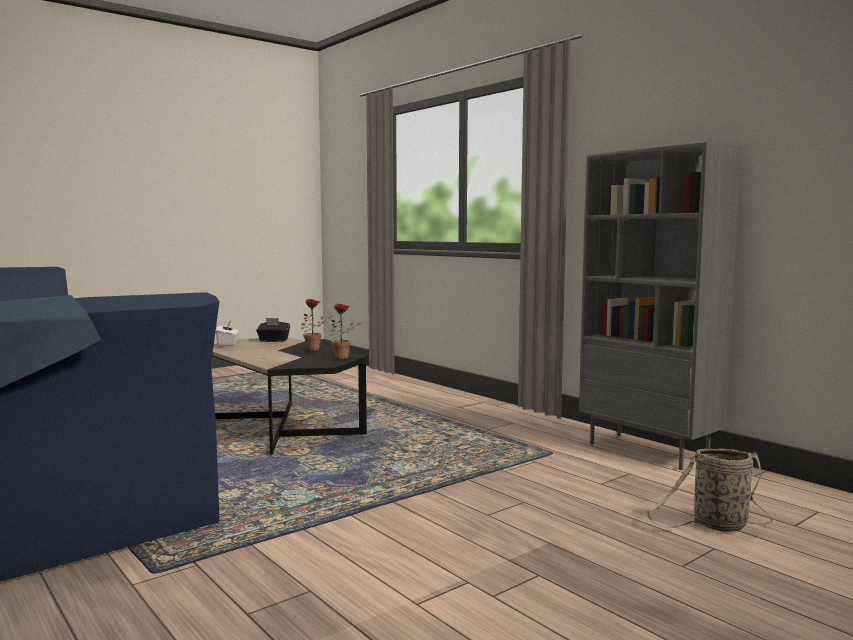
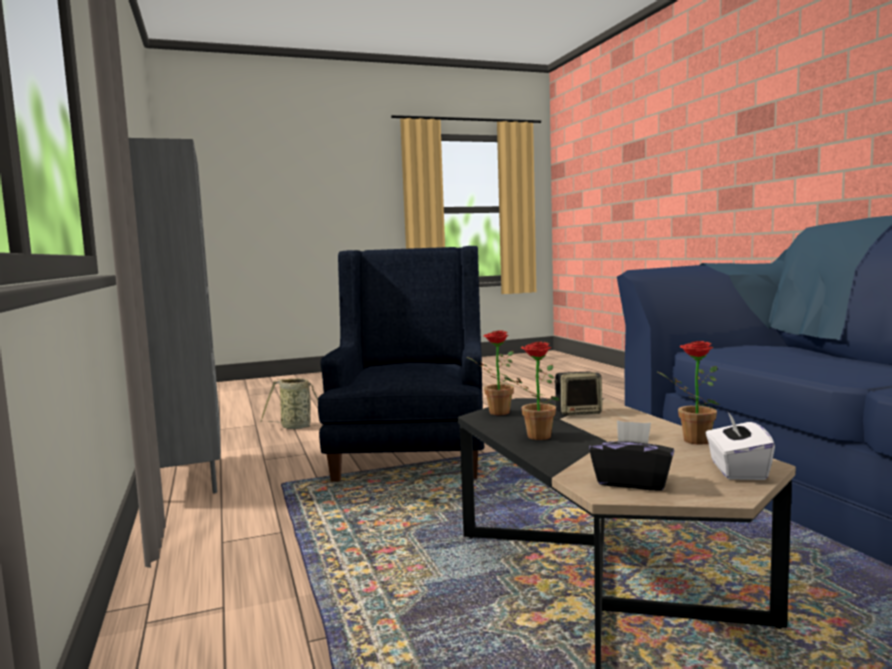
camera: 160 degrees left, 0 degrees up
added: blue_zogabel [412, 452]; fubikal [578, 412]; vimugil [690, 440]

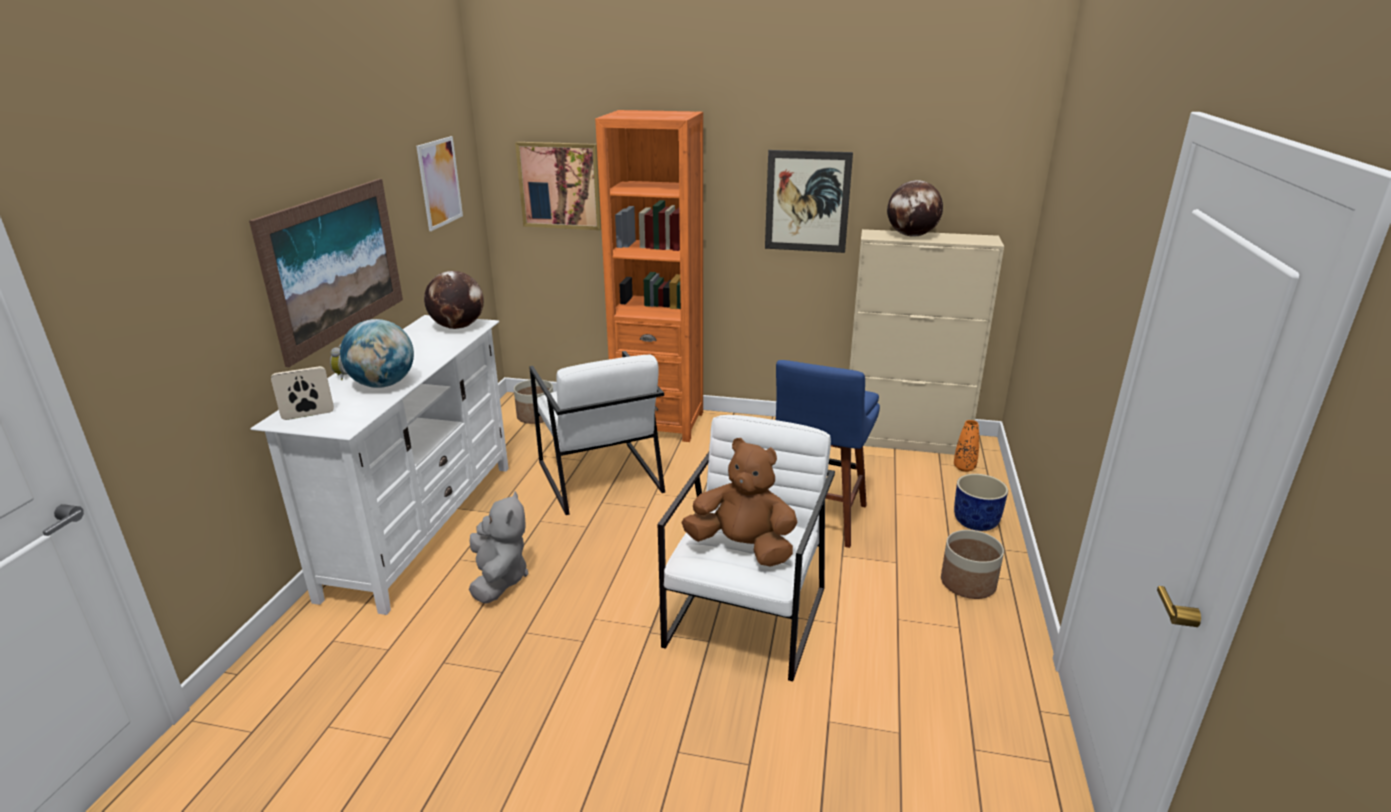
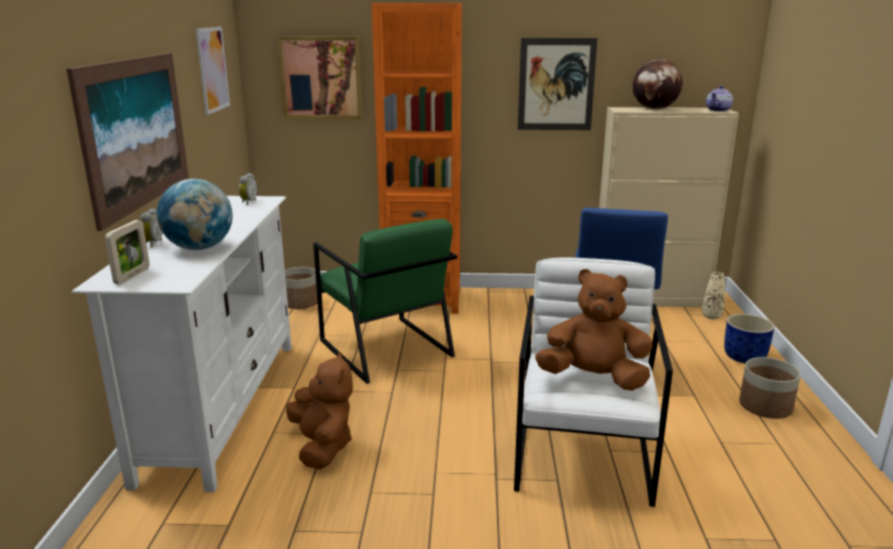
camera: 10 degrees left, 5 degrees down
added: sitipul [718, 110]
replaced: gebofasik [458, 327] to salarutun [248, 202]
recoloured: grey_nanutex [499, 579] to brown_nanutex [322, 446]; white_zogabel [599, 477] to green_zogabel [385, 348]; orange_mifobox [964, 468] to beige_mifobox [711, 316]
turned: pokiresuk [308, 415] = [132, 276] 135 degrees clockwise

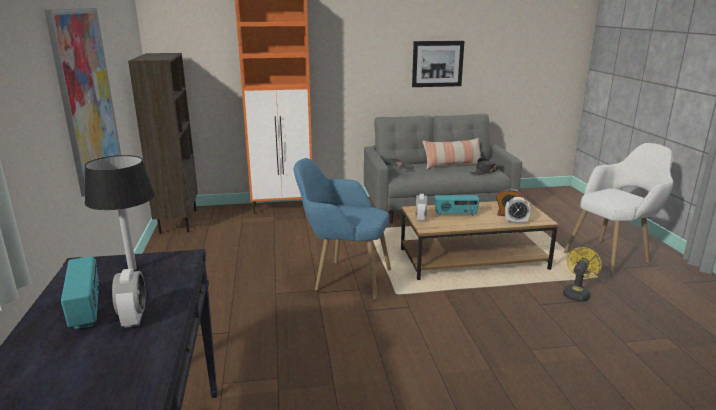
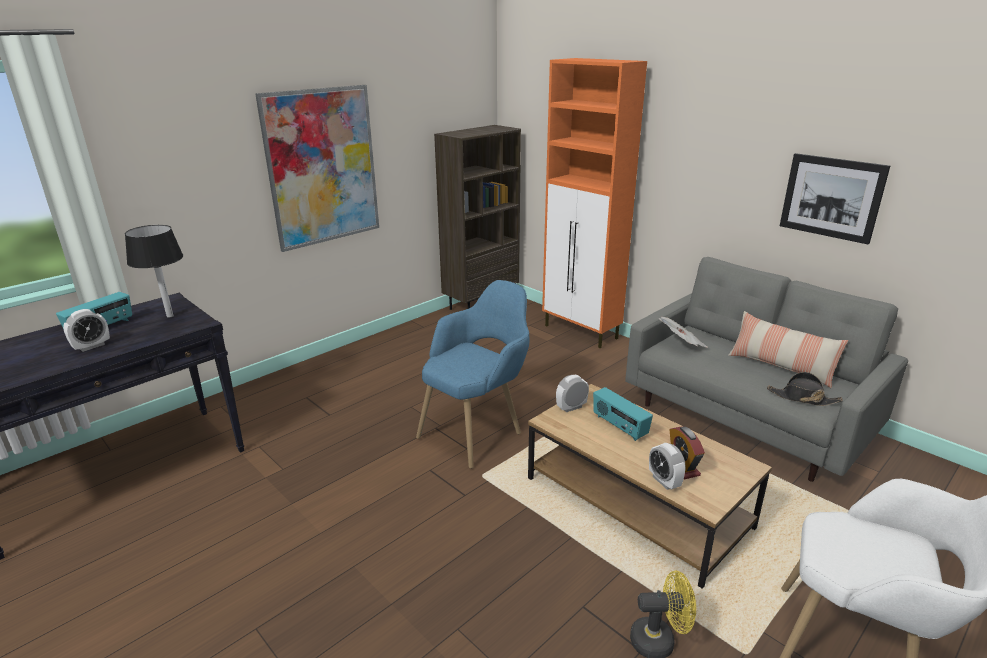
camera: 55 degrees right, 5 degrees up
turned: blue_zogabel [343, 278] = [478, 430] 60 degrees clockwise

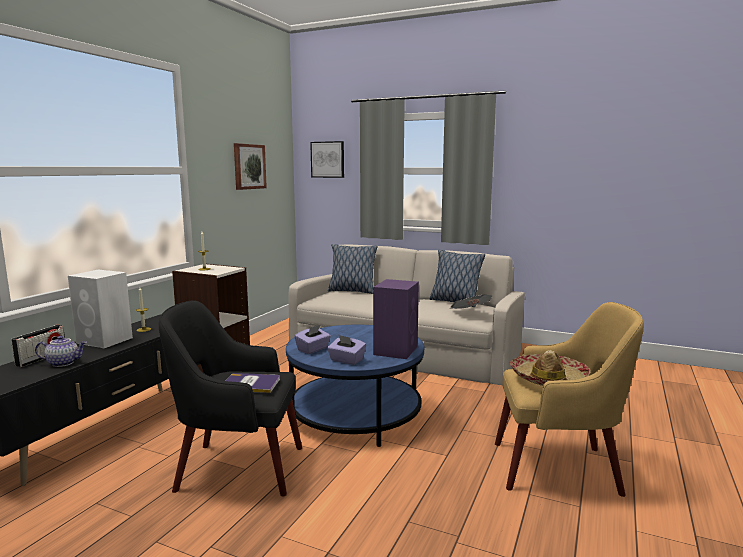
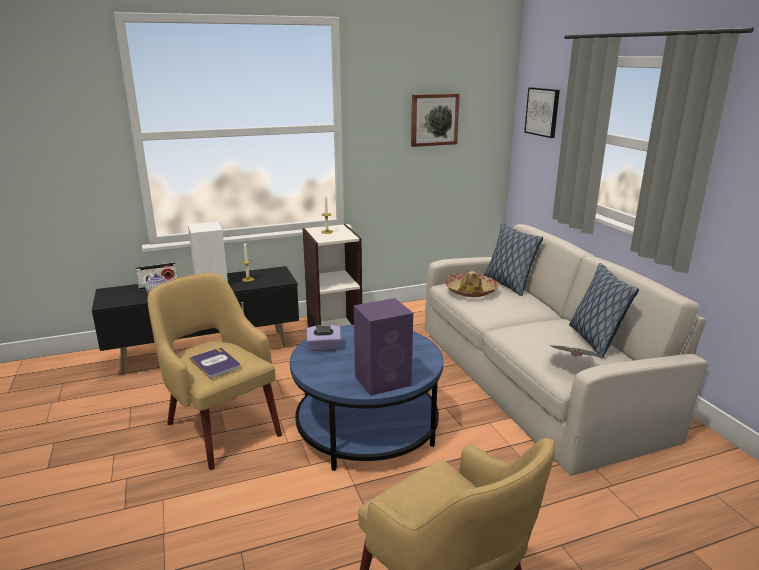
camera: 45 degrees right, 10 degrees up
removed: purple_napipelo [346, 360]
moved: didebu [548, 379] to [471, 291]
recoloured: black_zogabel [237, 468] to yellow_zogabel [221, 427]

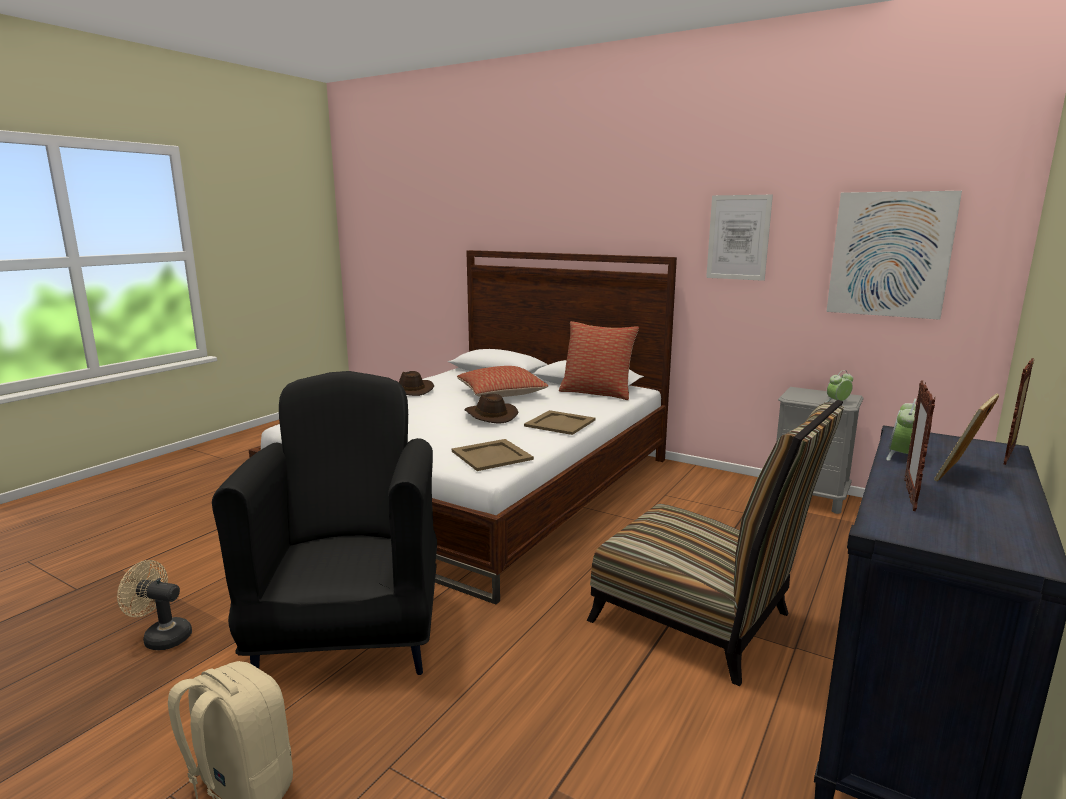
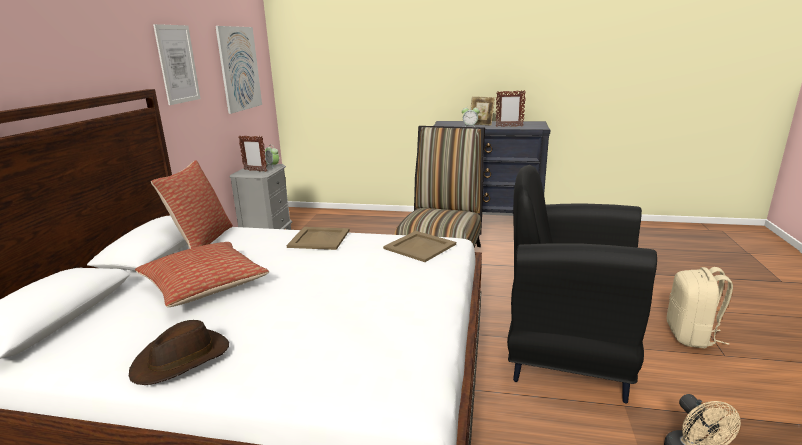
camera: 110 degrees left, 5 degrees up
removed: brown_didebu [490, 415]
moved: pokiresuk [1010, 455] to [255, 171]
turned: black_zogabel [350, 633] = [566, 355] 45 degrees clockwise

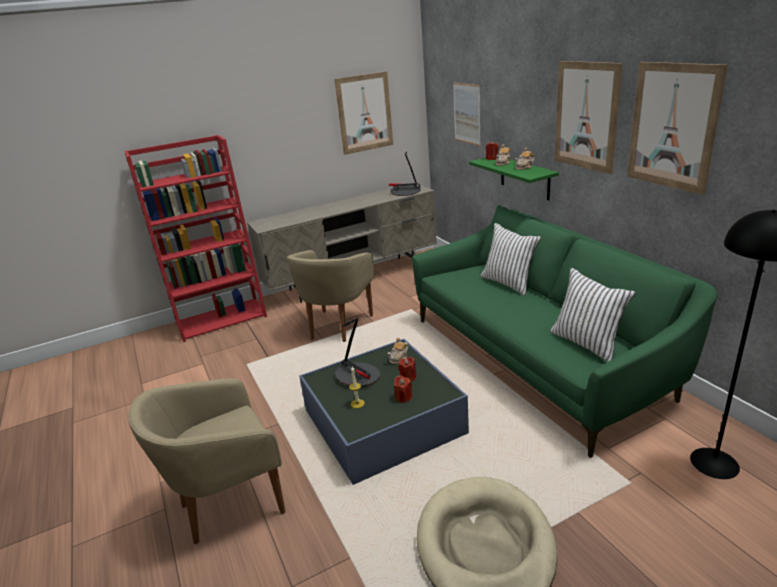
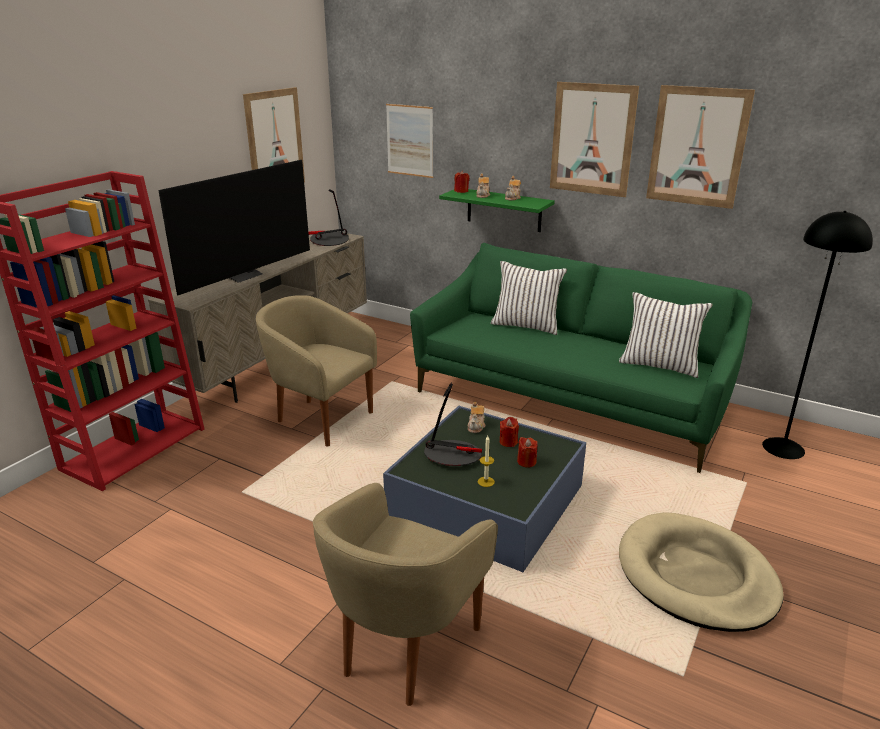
camera: 35 degrees left, 0 degrees up
added: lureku [244, 276]
turned: beige_zogabel [337, 327] = [320, 419] 135 degrees clockwise

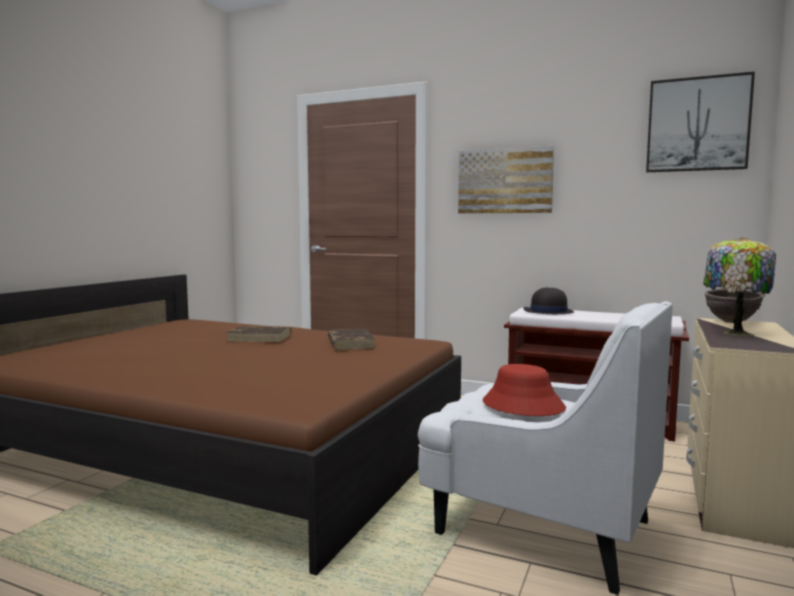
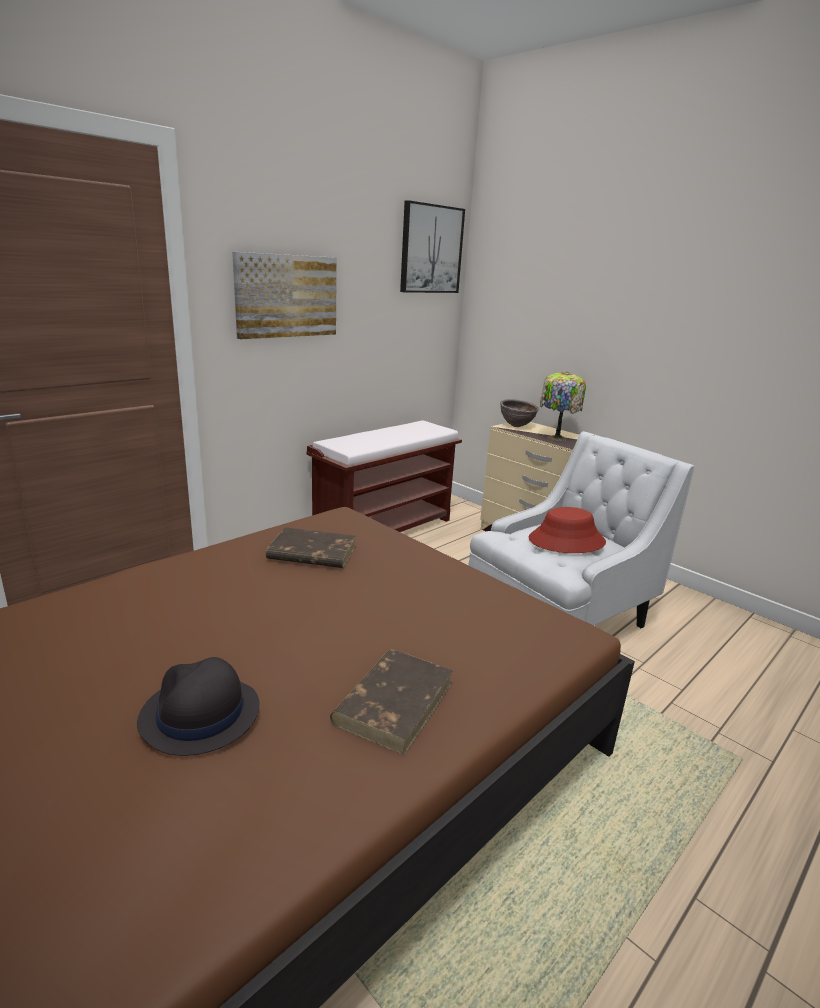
camera: 70 degrees left, 15 degrees up
moved: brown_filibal [260, 338] to [394, 702]; black_didebu [548, 312] to [199, 715]

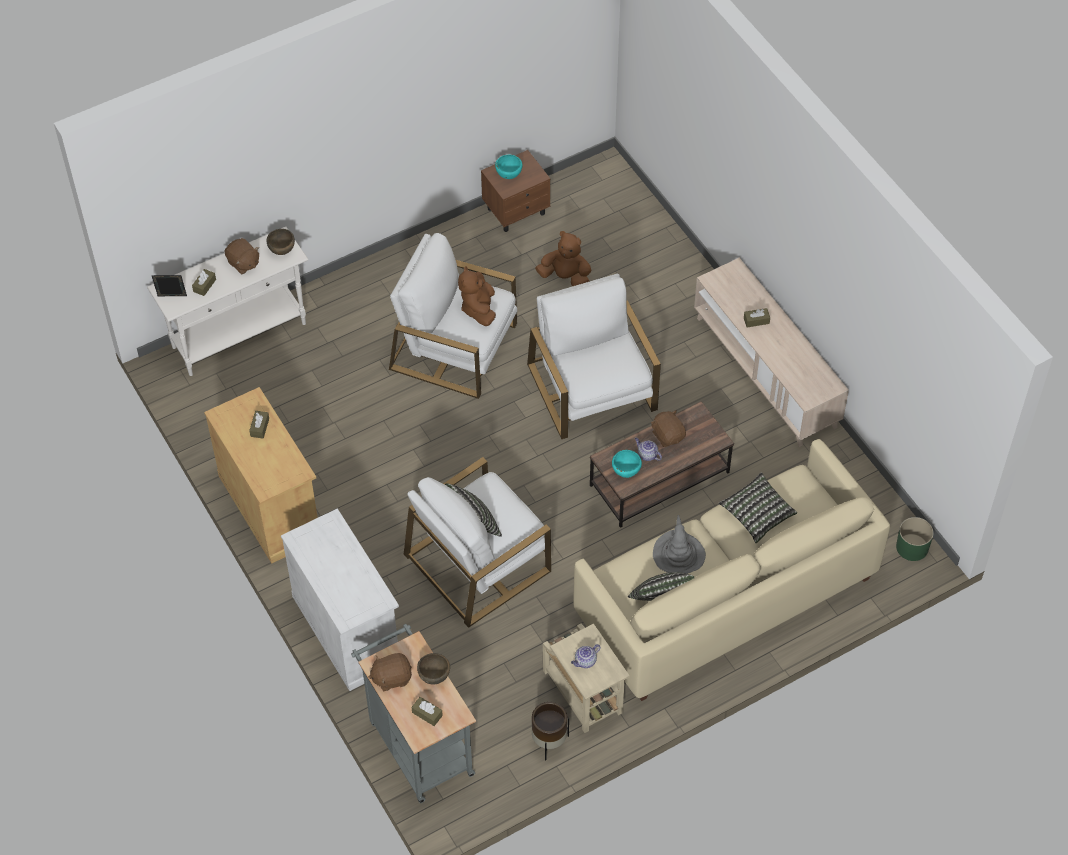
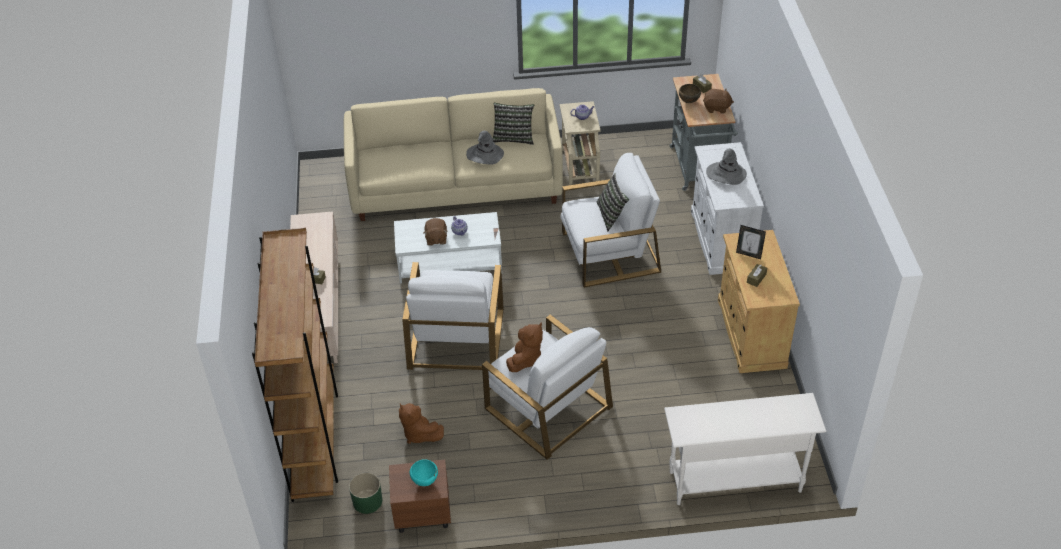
camera: 155 degrees left, 10 degrees down
removed: brown_napipelo [204, 285]; brown_nanutex [243, 263]; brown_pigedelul [282, 251]; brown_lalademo [549, 742]; turquoise_pigedelul [625, 472]; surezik [757, 514]
added: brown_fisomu [315, 439]; grey_didebu [726, 174]
moved: pokiresuk [172, 298] to [749, 254]; green_lalademo [912, 547] to [367, 501]
recoloured: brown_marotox [659, 479] to white_marotox [450, 262]

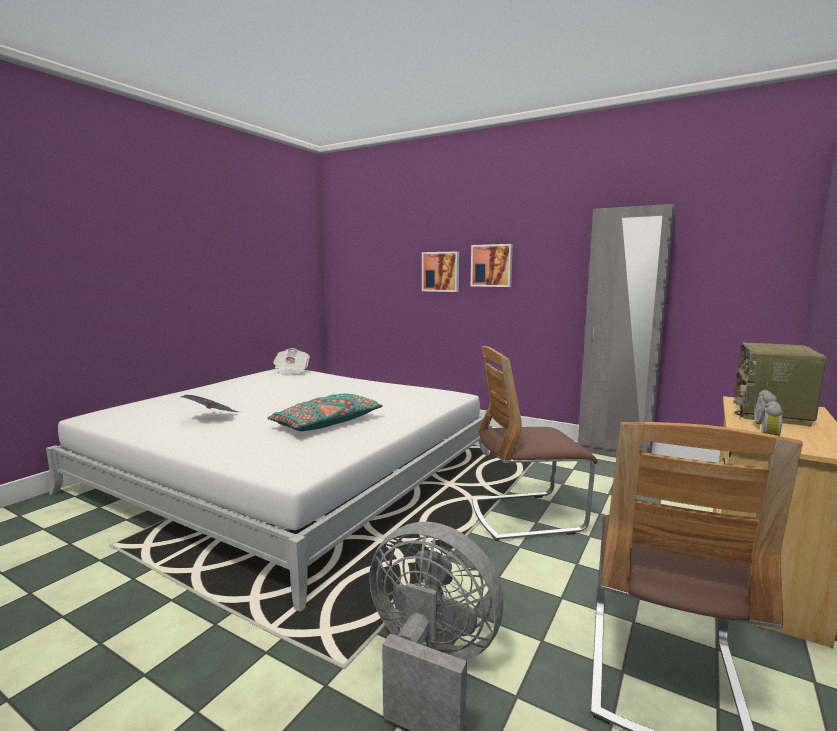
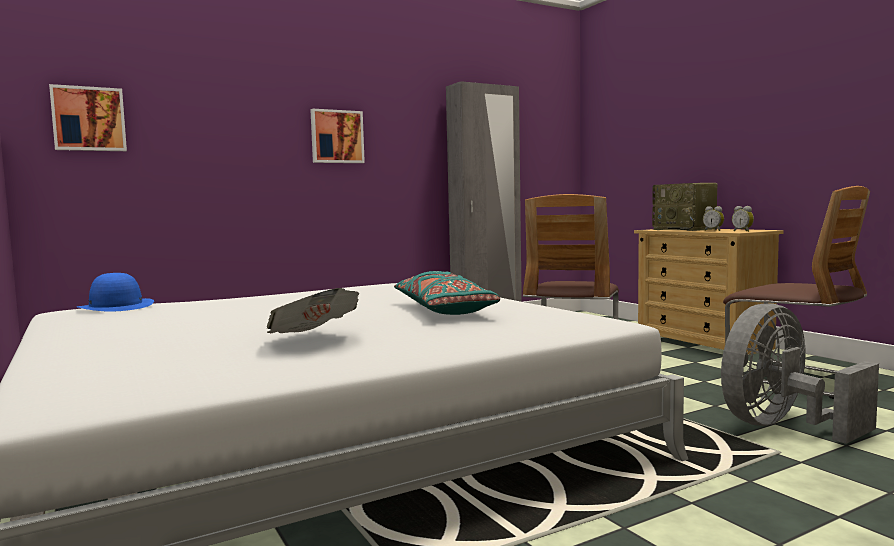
camera: 60 degrees left, 5 degrees down
moved: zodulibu [441, 271] to [89, 119]
replaced: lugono [291, 372] to blue_didebu [116, 306]

